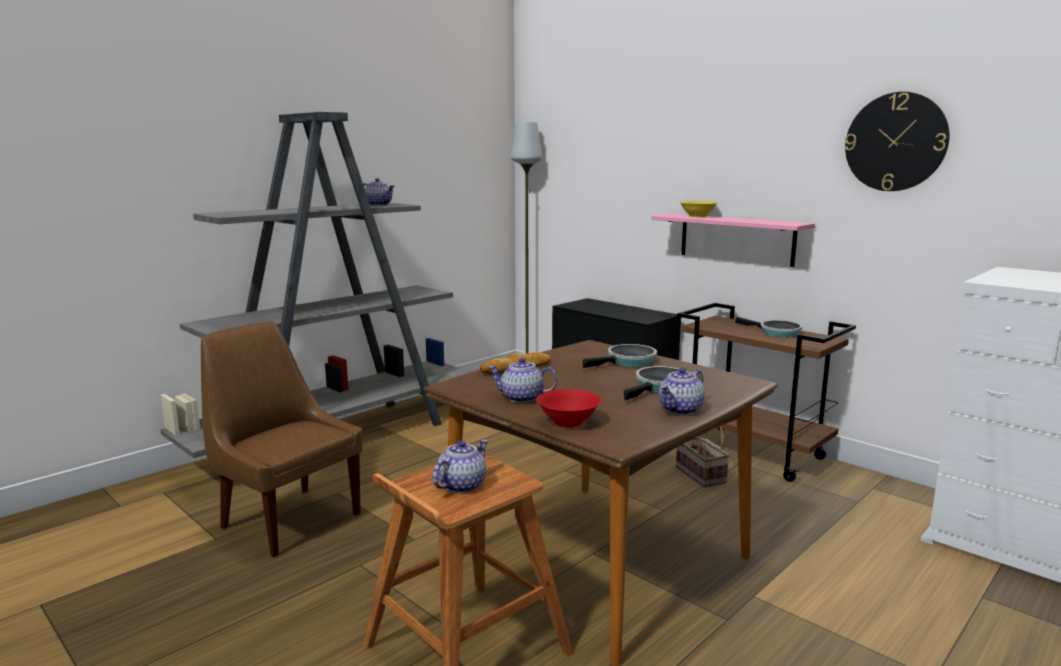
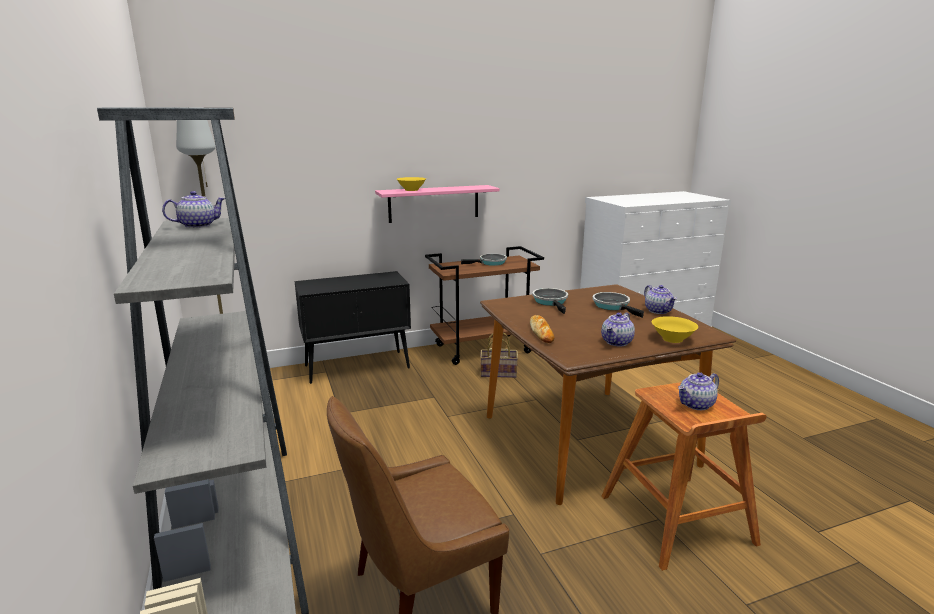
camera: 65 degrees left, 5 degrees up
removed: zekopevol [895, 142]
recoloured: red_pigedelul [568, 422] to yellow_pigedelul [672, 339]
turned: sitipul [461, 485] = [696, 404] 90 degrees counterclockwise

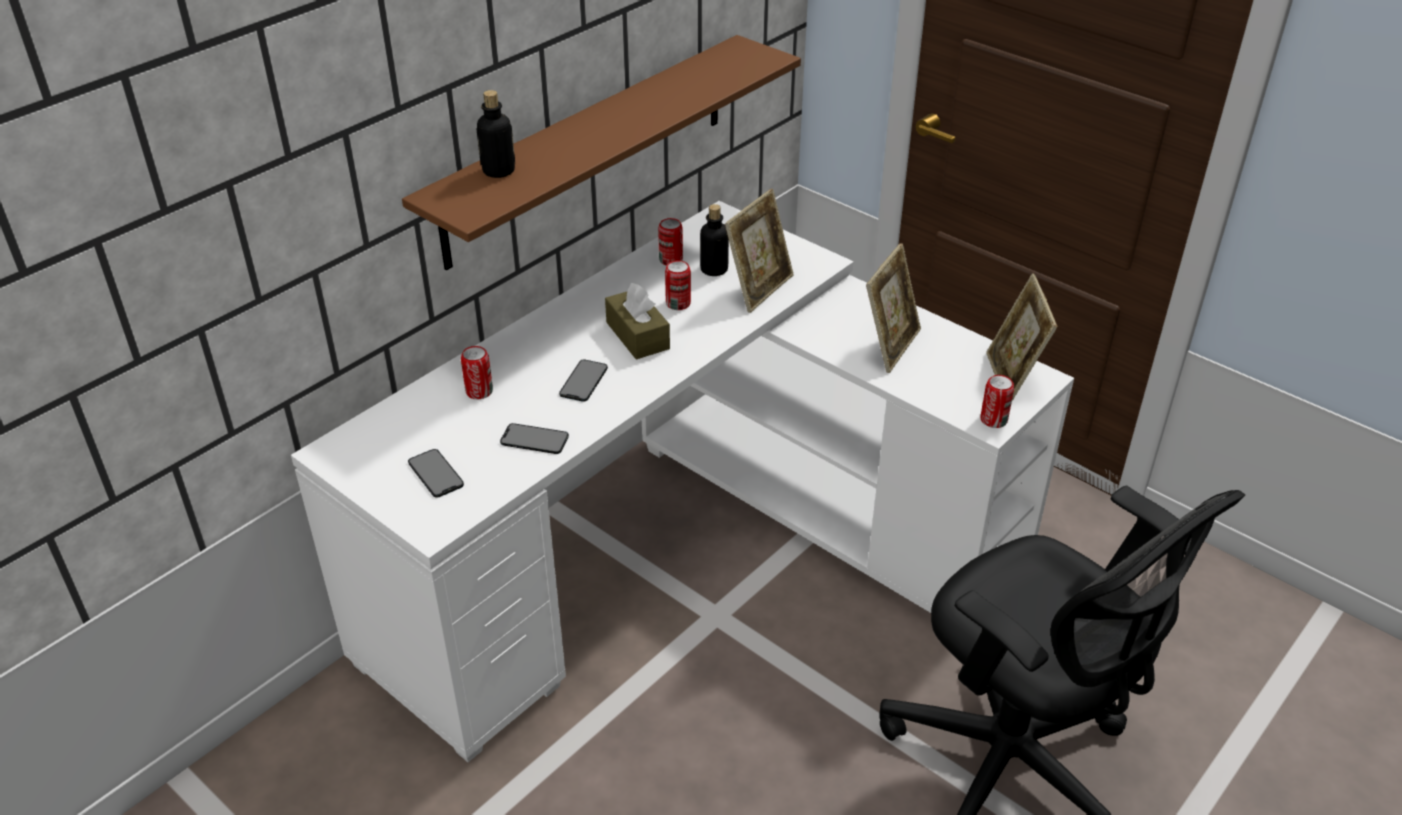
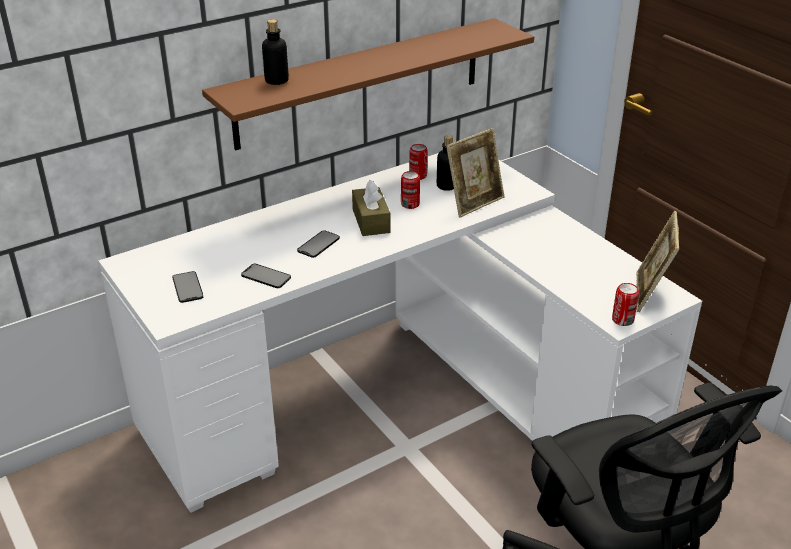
camera: 15 degrees right, 5 degrees down
removed: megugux [479, 391]; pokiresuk [890, 346]

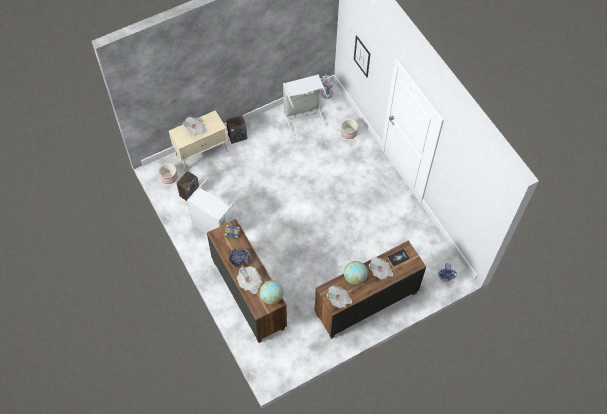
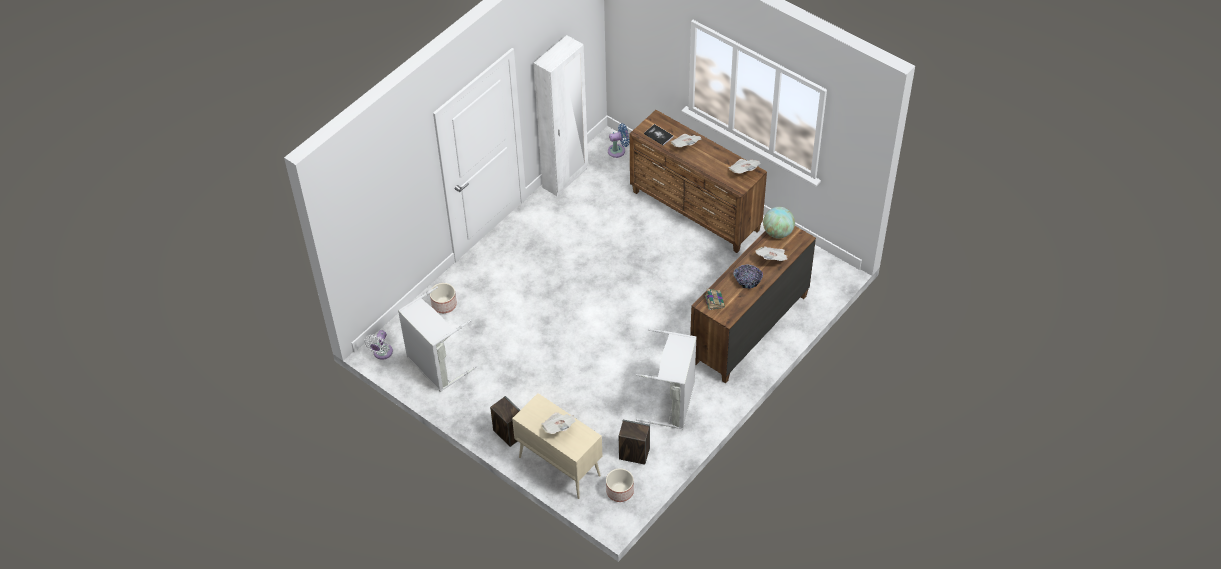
camera: 110 degrees left, 10 degrees down
removed: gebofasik [355, 277]; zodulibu [362, 56]
added: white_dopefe [565, 178]

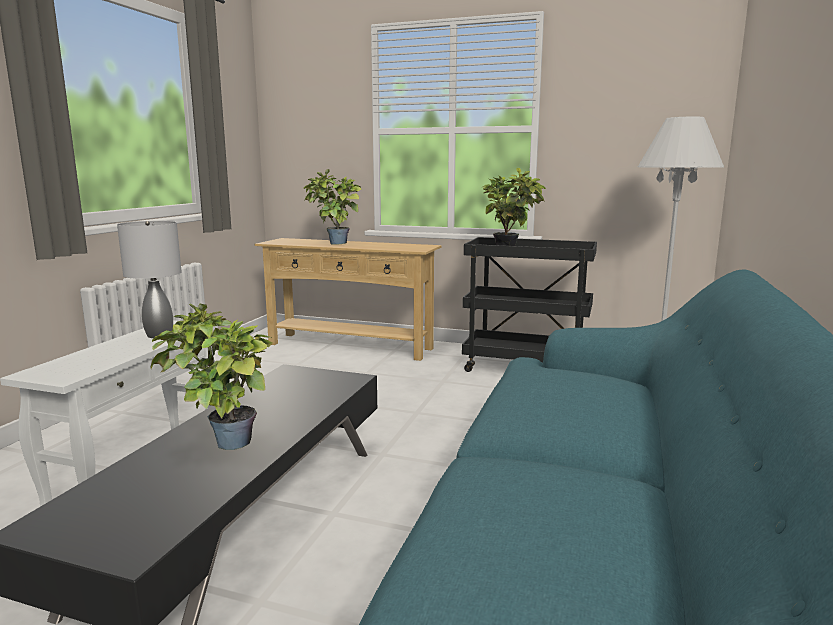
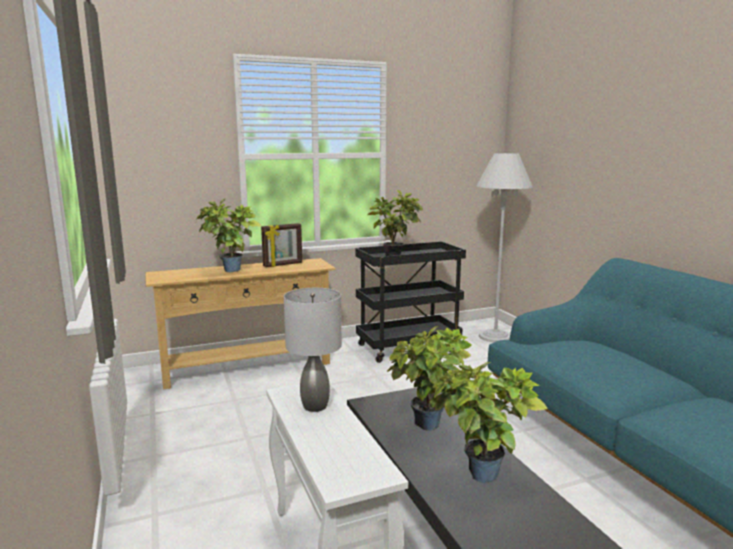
camera: 40 degrees left, 0 degrees up
added: pokiresuk [283, 265]; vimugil [429, 428]

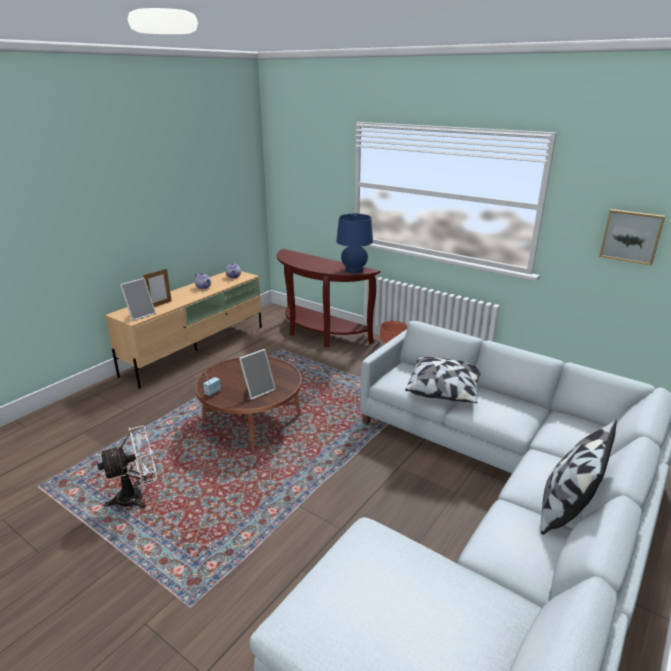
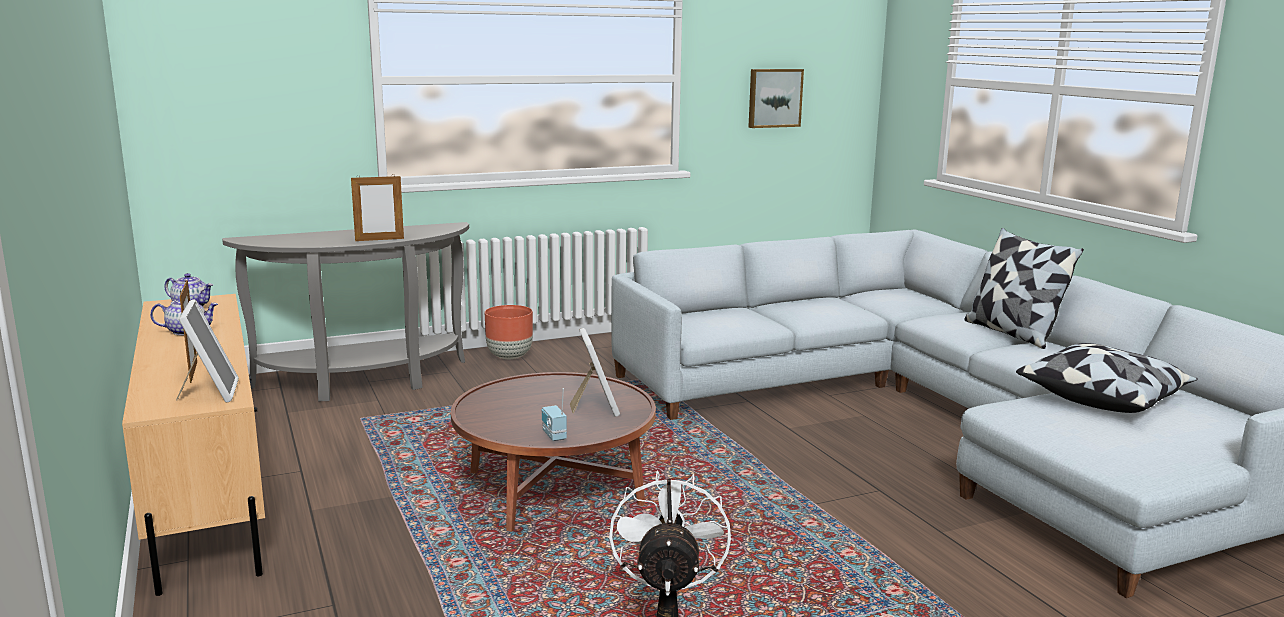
camera: 60 degrees left, 10 degrees down
removed: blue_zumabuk [354, 270]
added: pokiresuk [379, 239]
moved: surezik [444, 390] to [1103, 398]
recoloured: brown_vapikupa [319, 334] to grey_vapikupa [364, 382]

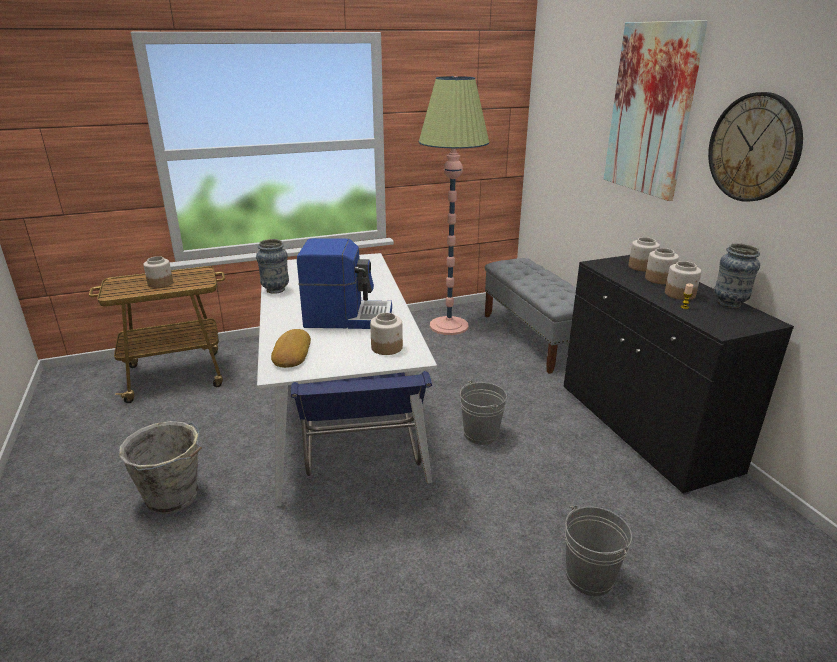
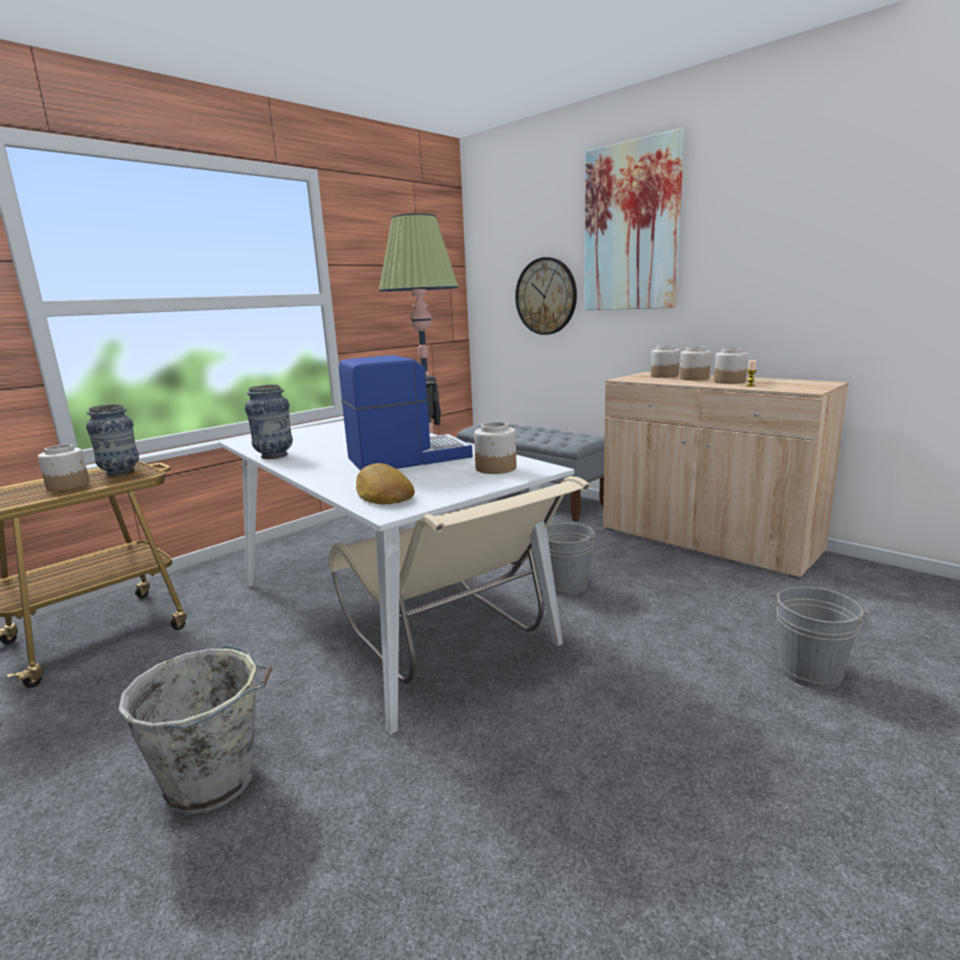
camera: 25 degrees left, 10 degrees down
moved: zekopevol [754, 148] to [546, 296]; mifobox [729, 303] to [120, 473]
recoloured: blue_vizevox [362, 451] to beige_vizevox [449, 639]; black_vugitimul [644, 428] to beige_vugitimul [707, 541]

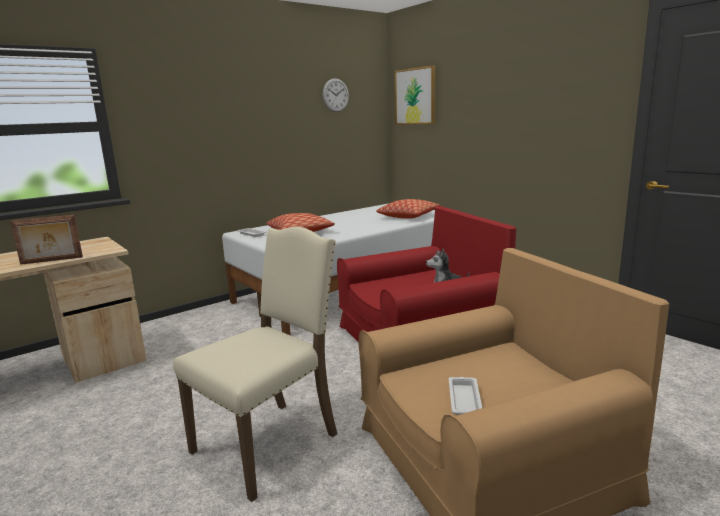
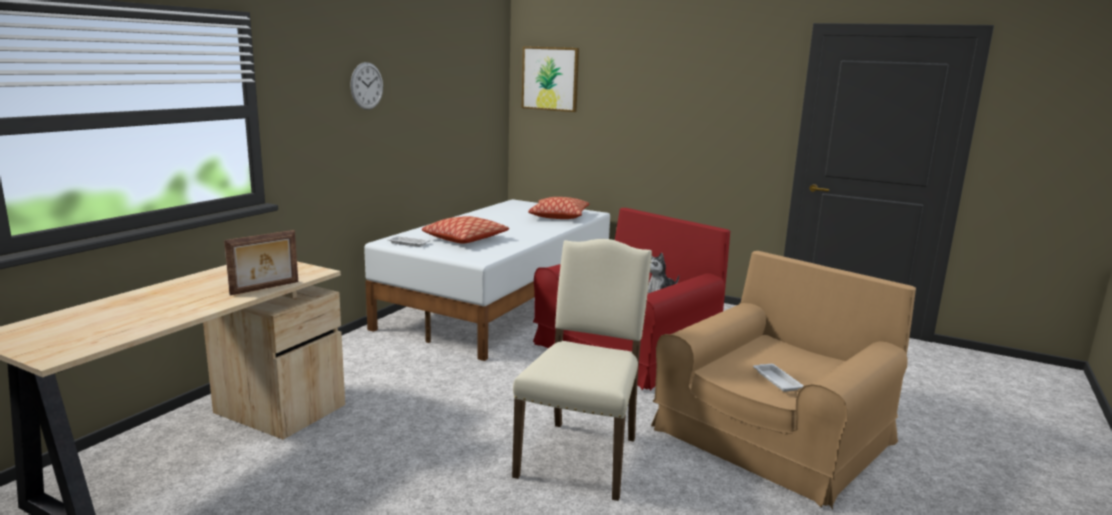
camera: 25 degrees left, 0 degrees up
moved: zekopevol [335, 95] to [367, 86]

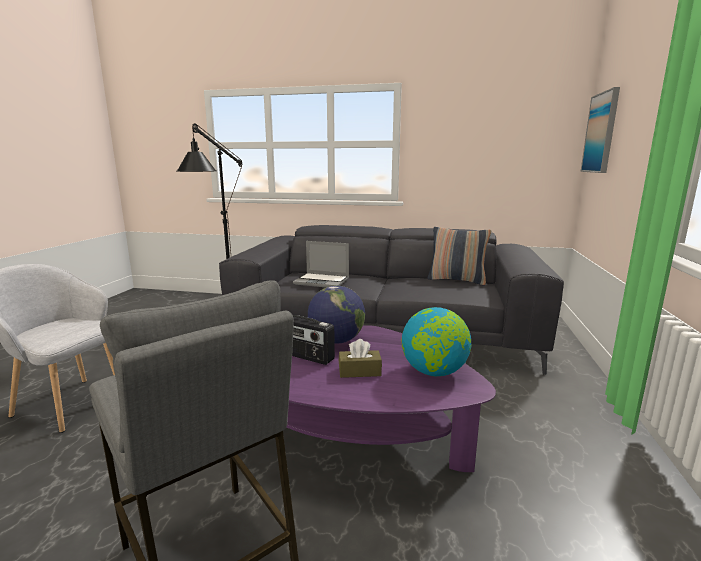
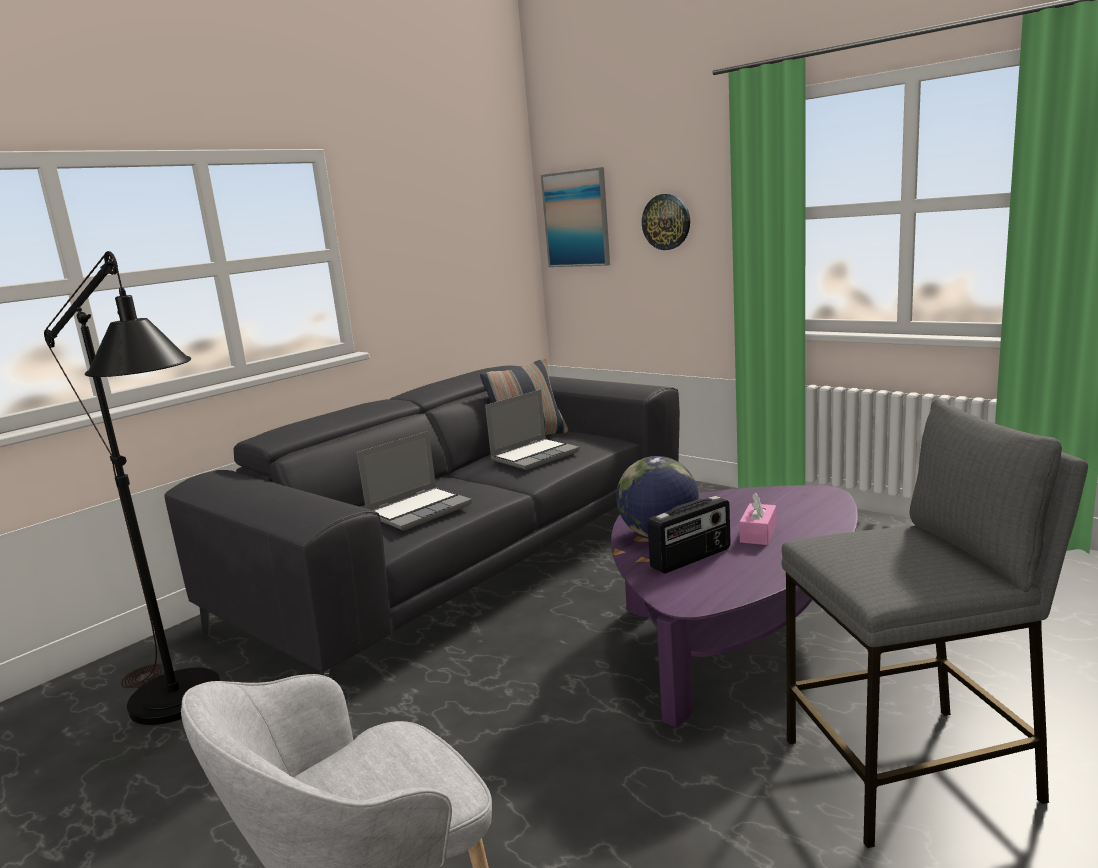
camera: 60 degrees left, 0 degrees up
removed: gebofasik [434, 372]
added: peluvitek [535, 455]; zekopevol [666, 222]
recoloured: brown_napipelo [359, 371] to pink_napipelo [758, 533]

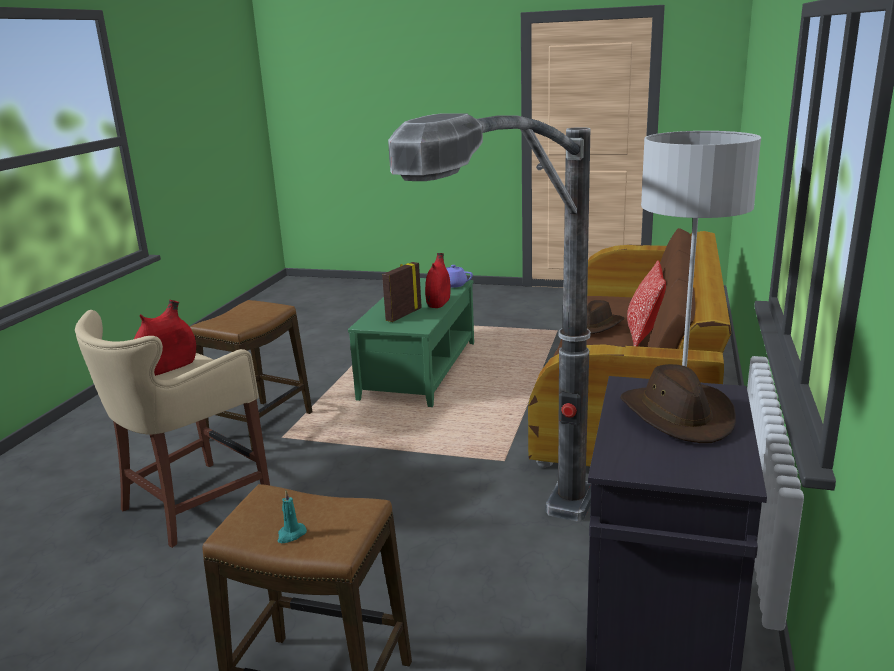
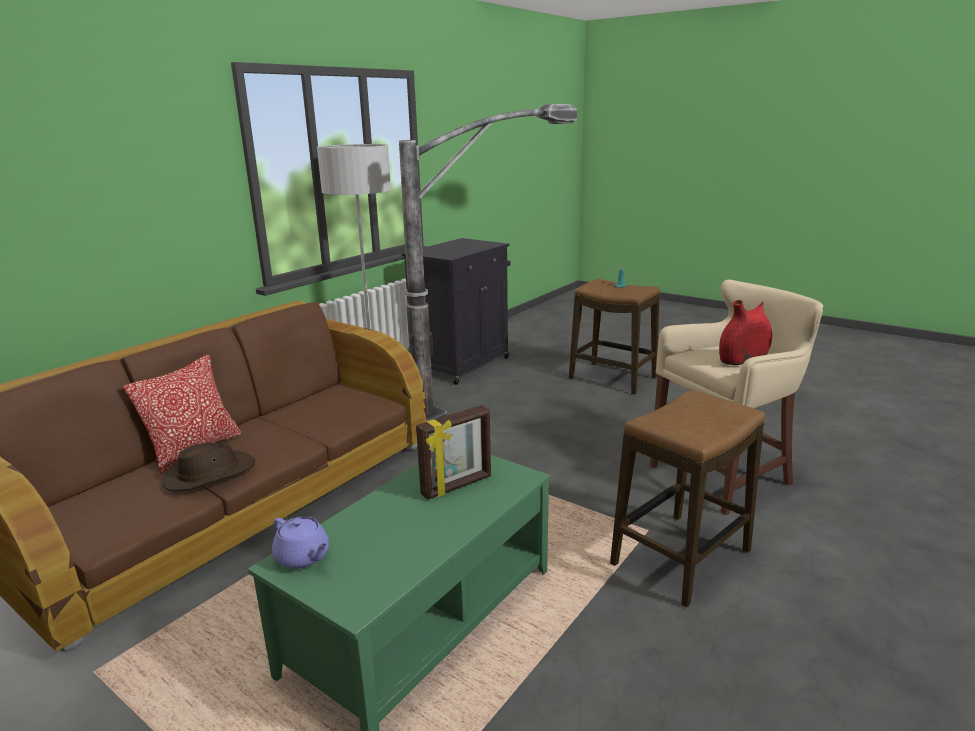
camera: 160 degrees left, 0 degrees up
removed: red_mifobox [438, 303]; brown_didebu [678, 415]

